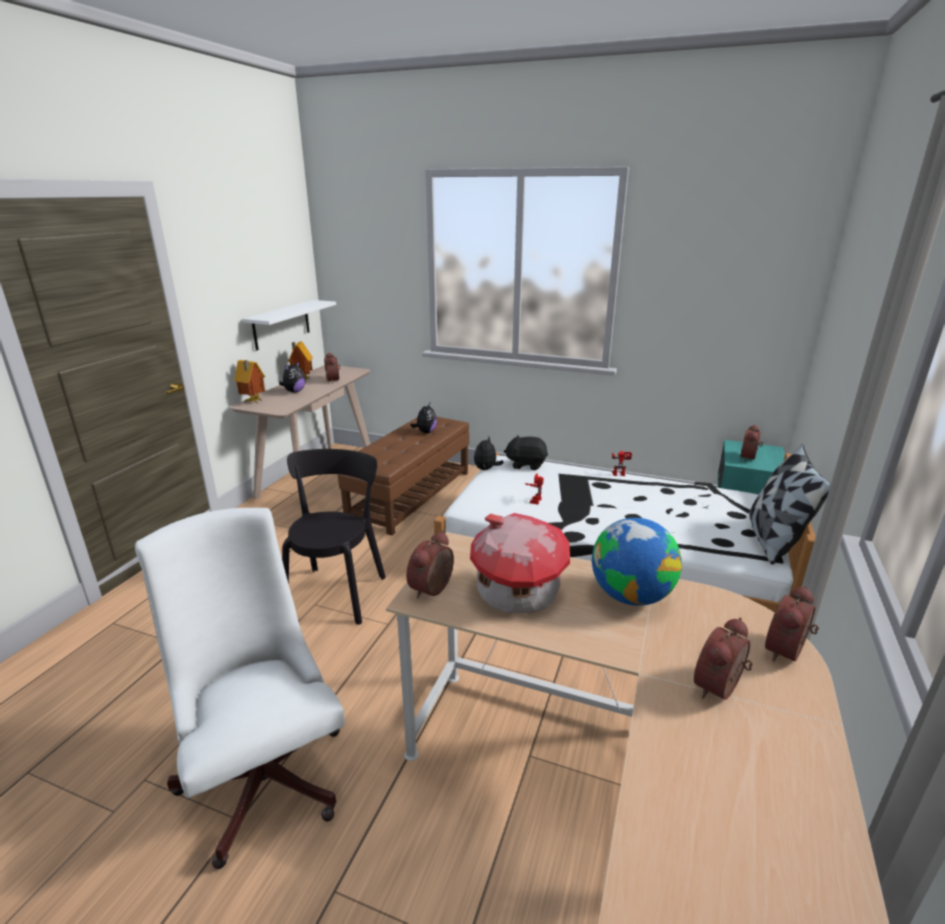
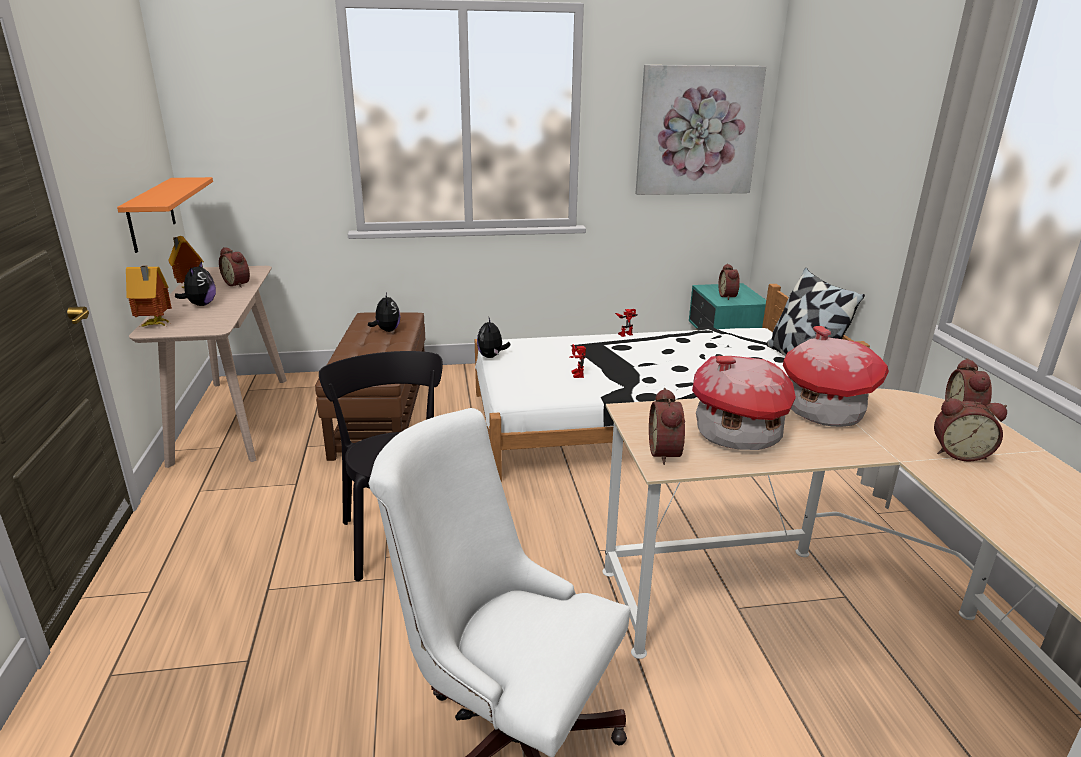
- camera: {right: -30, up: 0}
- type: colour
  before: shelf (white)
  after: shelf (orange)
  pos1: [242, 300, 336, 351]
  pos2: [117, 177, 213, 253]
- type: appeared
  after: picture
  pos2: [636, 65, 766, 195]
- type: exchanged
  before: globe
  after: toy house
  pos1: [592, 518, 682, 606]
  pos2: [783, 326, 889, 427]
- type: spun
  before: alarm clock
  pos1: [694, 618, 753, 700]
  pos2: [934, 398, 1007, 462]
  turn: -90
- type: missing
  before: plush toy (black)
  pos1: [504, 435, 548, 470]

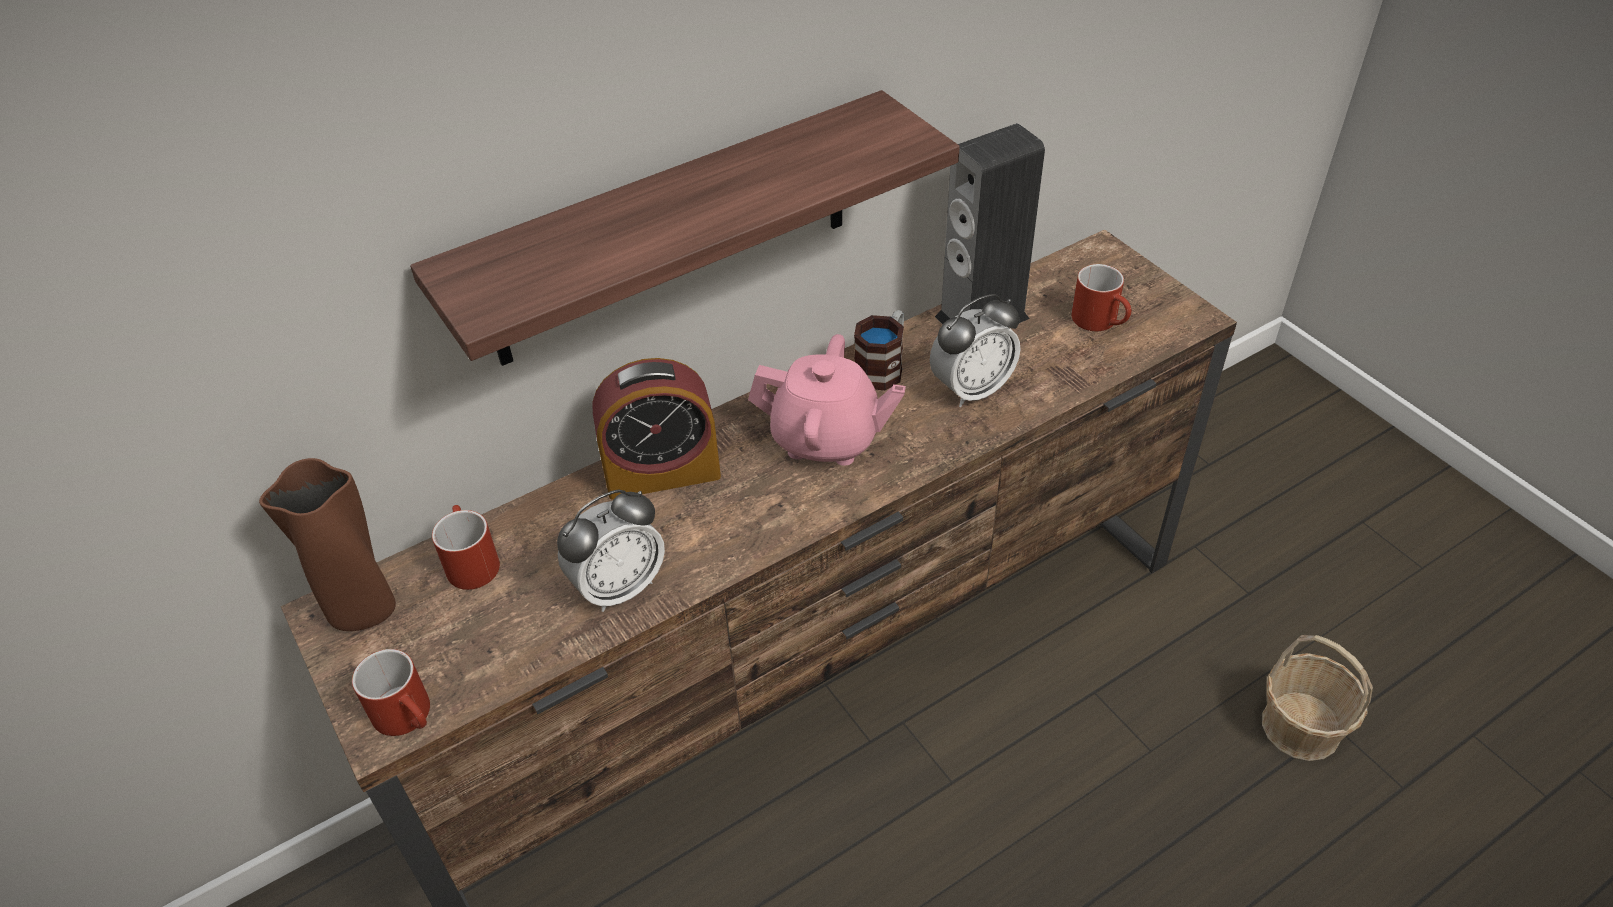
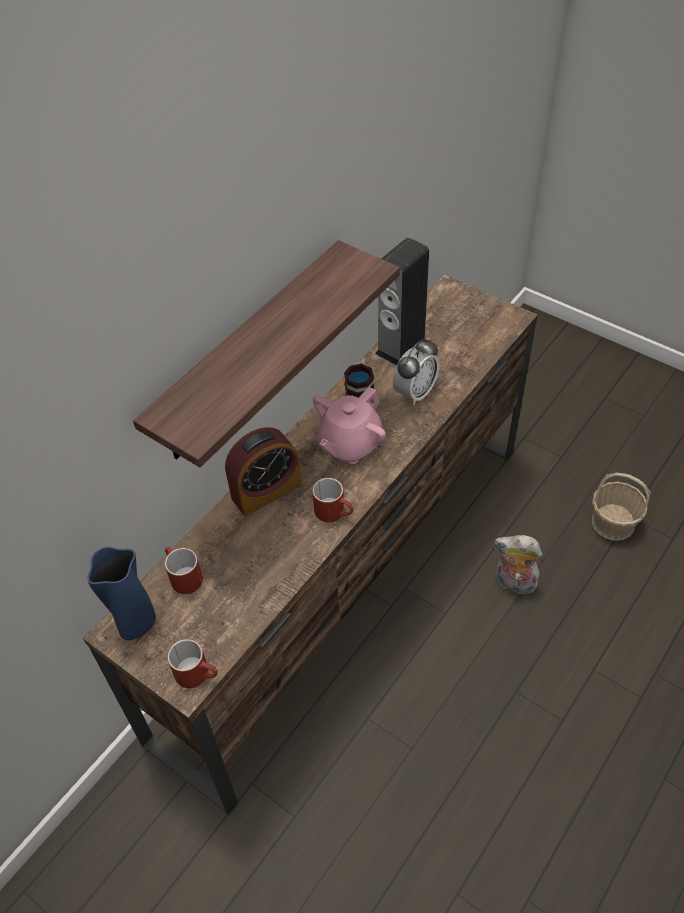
- camera: {right: -20, up: 5}
- type: colour
  before: vase (brown)
  after: vase (blue)
  pos1: [259, 458, 396, 631]
  pos2: [87, 547, 156, 640]
- type: relocated
  before: mug (red)
  pos1: [1071, 264, 1131, 331]
  pos2: [312, 478, 354, 522]
- type: spun
  before: teapot (pink)
  pos1: [748, 334, 906, 466]
  pos2: [313, 387, 386, 464]
  turn: 135
- type: appeared
  after: plush toy
  pos2: [495, 535, 542, 594]
- type: missing
  before: alarm clock
  pos1: [557, 489, 665, 612]

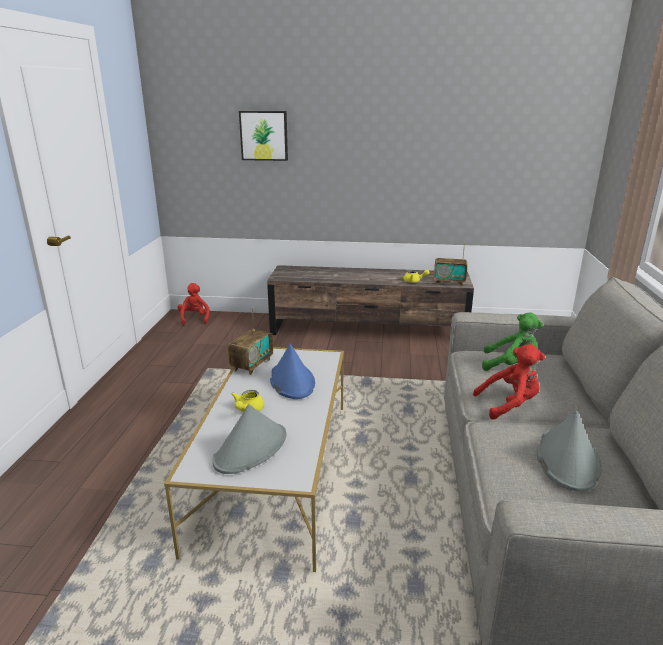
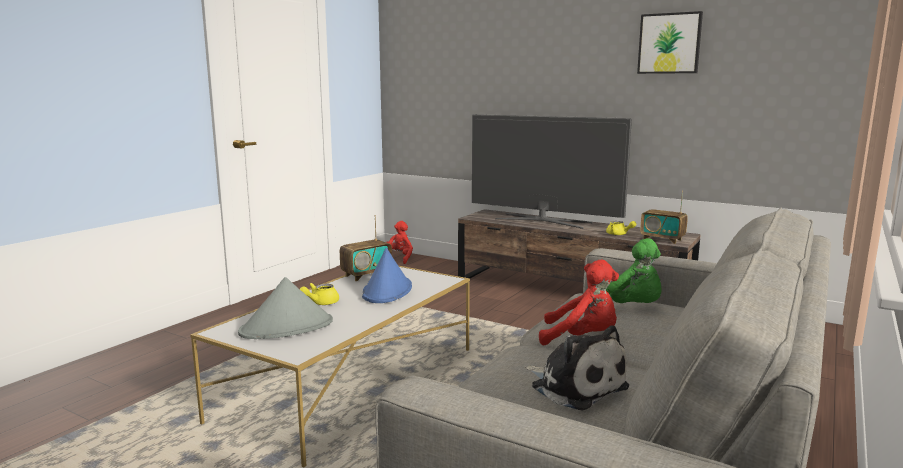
- camera: {right: 25, up: -10}
- type: appeared
  after: television
  pos2: [472, 114, 632, 229]
- type: exchanged
  before: hat (grey)
  after: plush toy
  pos1: [537, 410, 602, 491]
  pos2: [524, 326, 629, 411]
- type: relocated
  before: picture
  pos1: [239, 111, 288, 161]
  pos2: [637, 11, 703, 74]

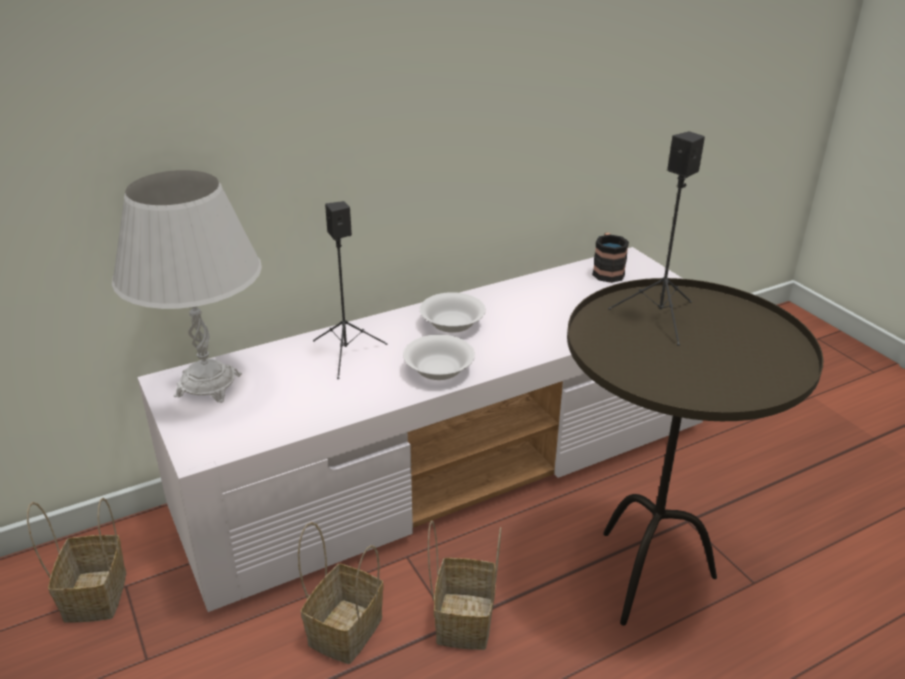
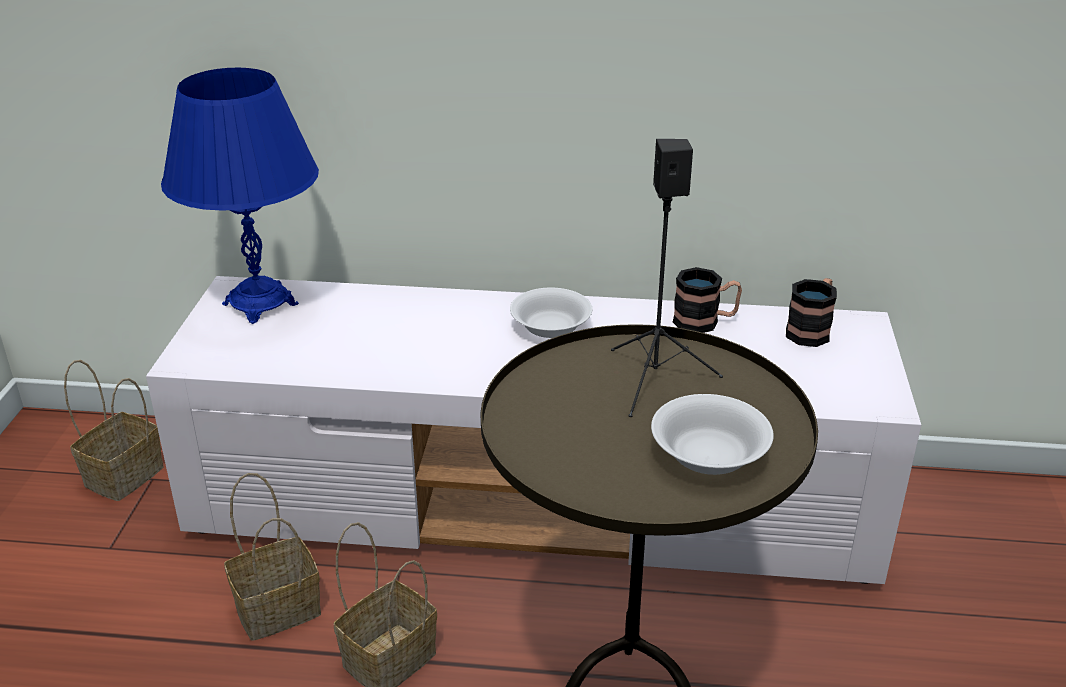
- camera: {right: 35, up: 0}
- type: colour
  before: table lamp (white)
  after: table lamp (blue)
  pos1: [112, 170, 262, 403]
  pos2: [161, 68, 319, 324]
- type: relocated
  before: bowl (white)
  pos1: [403, 334, 475, 380]
  pos2: [651, 394, 774, 475]
- type: appeared
  after: mug
  pos2: [673, 267, 742, 333]
- type: missing
  before: speaker (black)
  pos1: [313, 201, 387, 379]

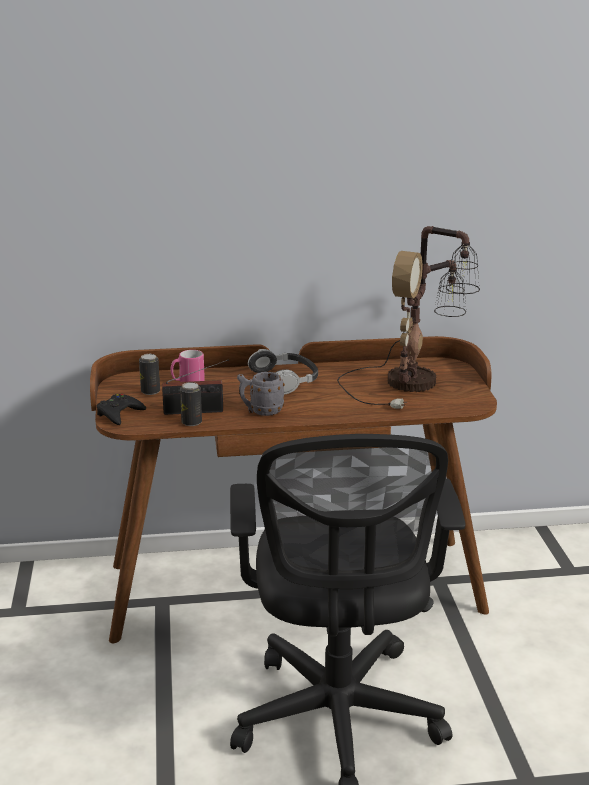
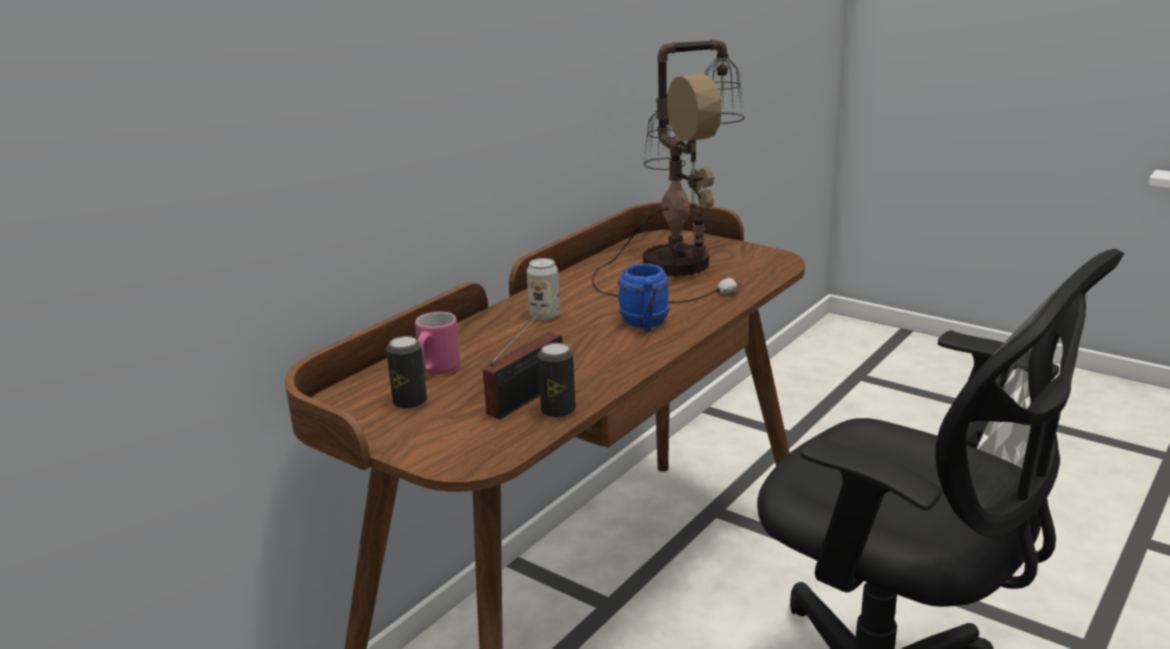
- camera: {right: -45, up: 0}
- type: exchanged
  before: headphones
  after: can
  pos1: [248, 349, 318, 395]
  pos2: [527, 258, 560, 320]
- type: appeared
  after: mug (blue)
  pos2: [618, 264, 670, 332]
- type: missing
  before: game controller (black)
  pos1: [96, 394, 146, 425]
- type: missing
  before: mug (grey)
  pos1: [237, 372, 285, 416]

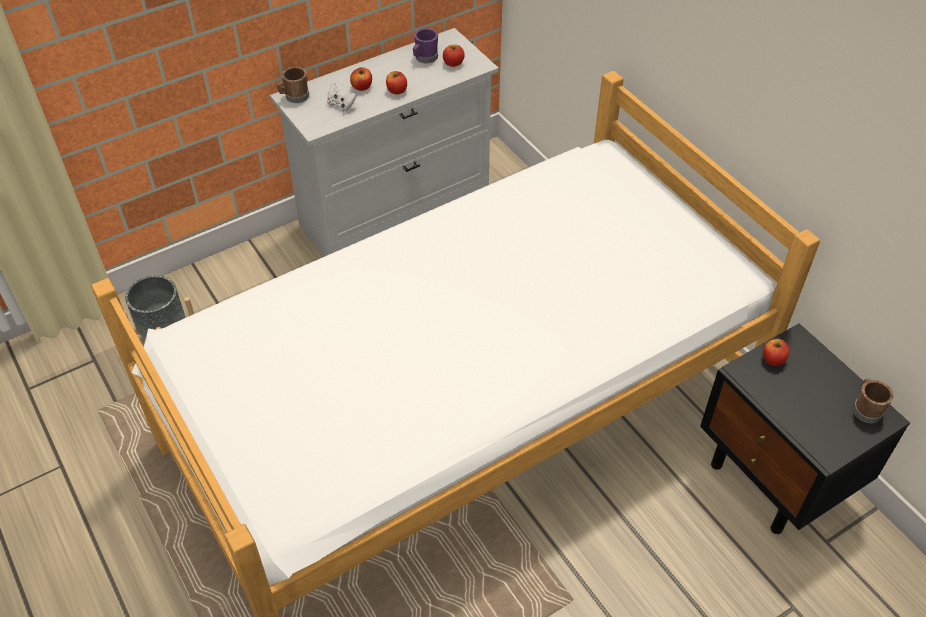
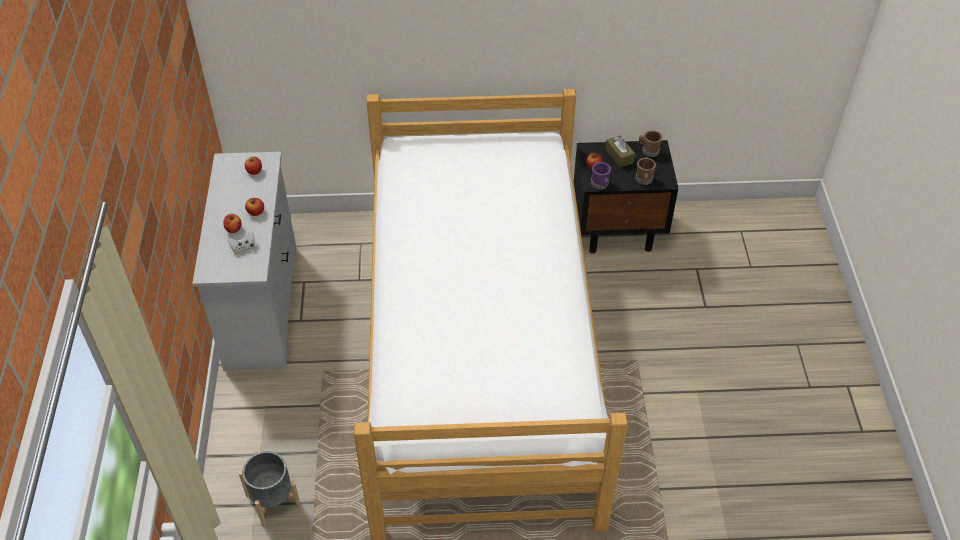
- camera: {right: -60, up: 0}
- type: relocated
  before: mug (purple)
  pos1: [413, 28, 438, 64]
  pos2: [591, 162, 611, 189]
- type: appeared
  after: tissue box (brown)
  pos2: [605, 135, 635, 168]
- type: relocated
  before: mug (brown)
  pos1: [277, 67, 309, 103]
  pos2: [635, 158, 656, 185]

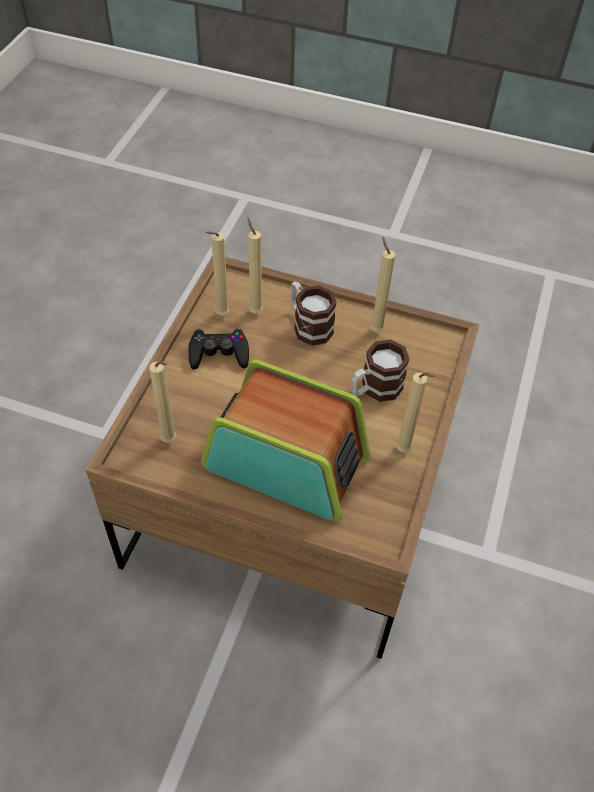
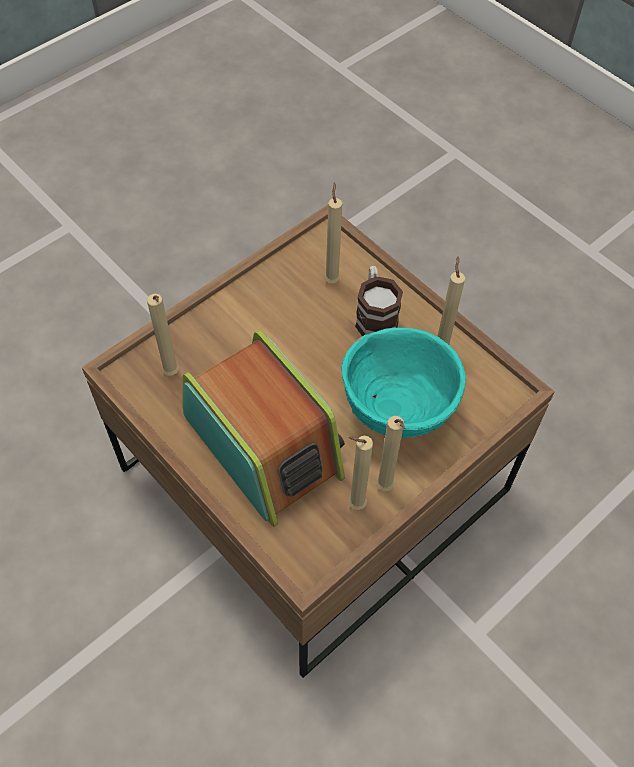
- camera: {right: 30, up: 5}
- type: exchanged
  before: mug
  after: bowl (turquoise)
  pos1: [351, 340, 410, 402]
  pos2: [342, 328, 466, 438]
- type: relocated
  before: candle (beige)
  pos1: [206, 231, 229, 315]
  pos2: [348, 436, 373, 510]
- type: missing
  before: game controller (black)
  pos1: [188, 328, 249, 370]

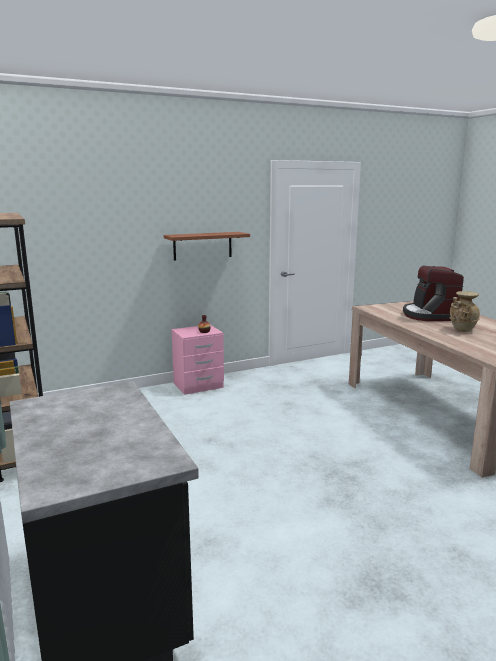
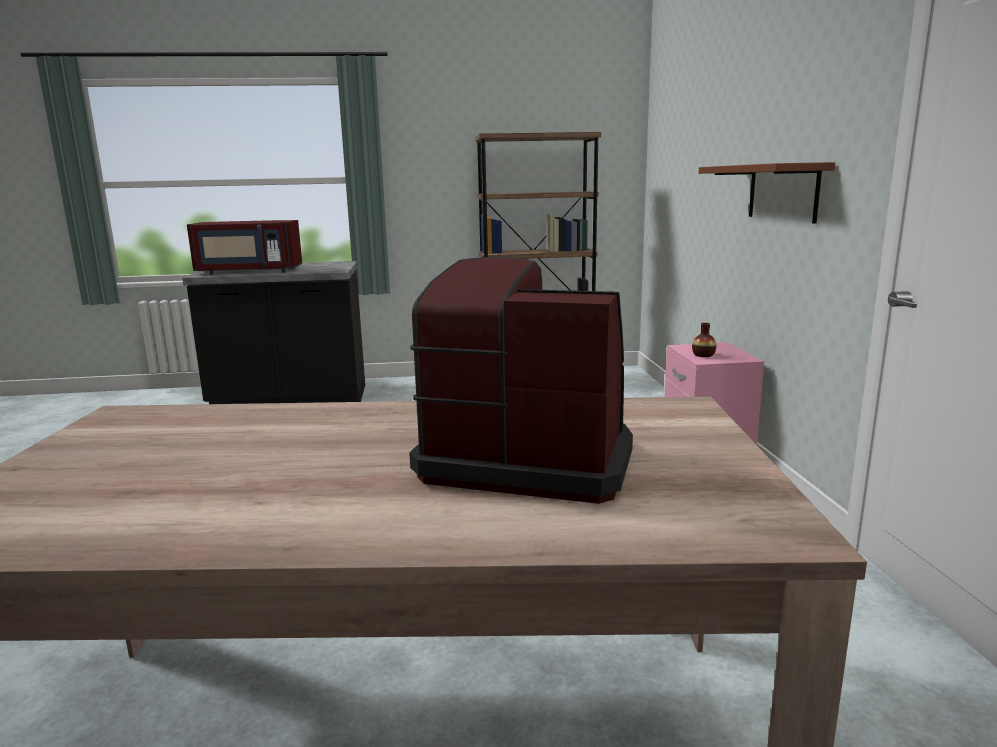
- camera: {right: 110, up: 0}
- type: appeared
  after: microwave (red)
  pos2: [187, 220, 302, 274]
- type: missing
  before: vase (beige)
  pos1: [450, 291, 480, 332]

